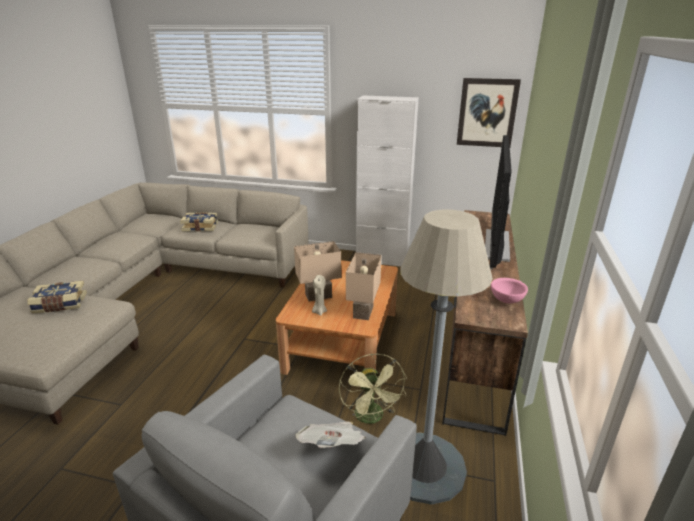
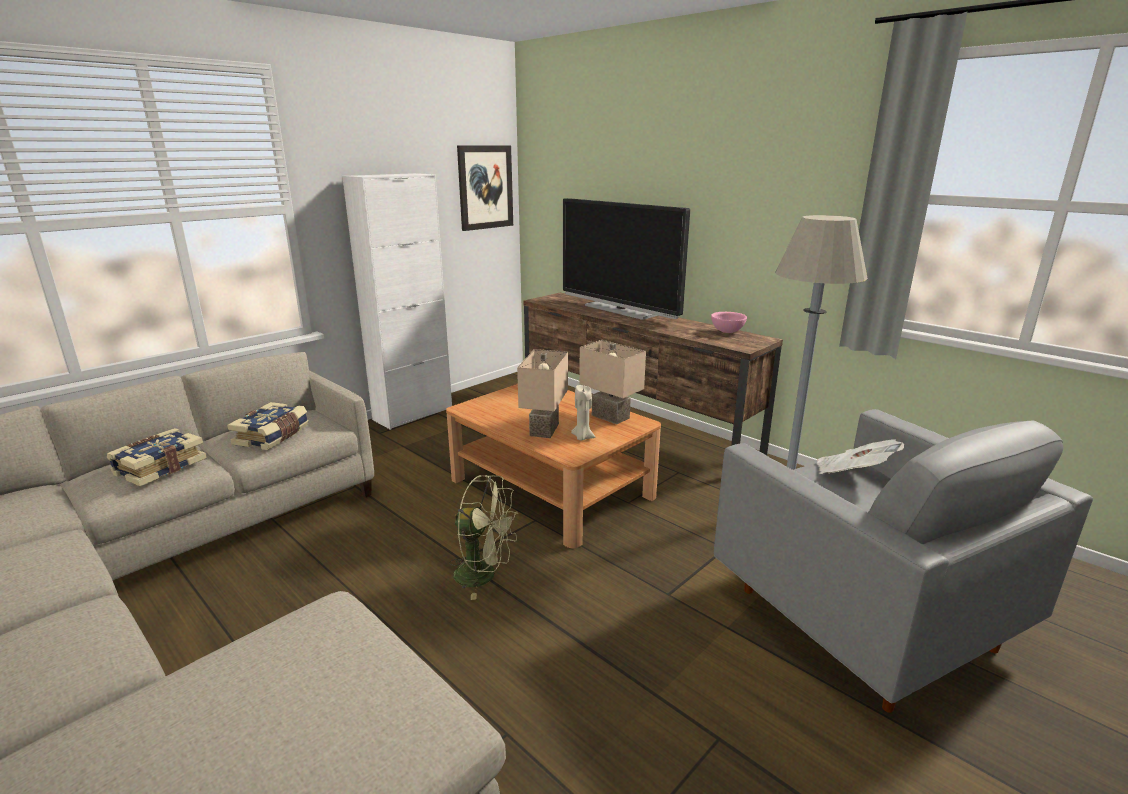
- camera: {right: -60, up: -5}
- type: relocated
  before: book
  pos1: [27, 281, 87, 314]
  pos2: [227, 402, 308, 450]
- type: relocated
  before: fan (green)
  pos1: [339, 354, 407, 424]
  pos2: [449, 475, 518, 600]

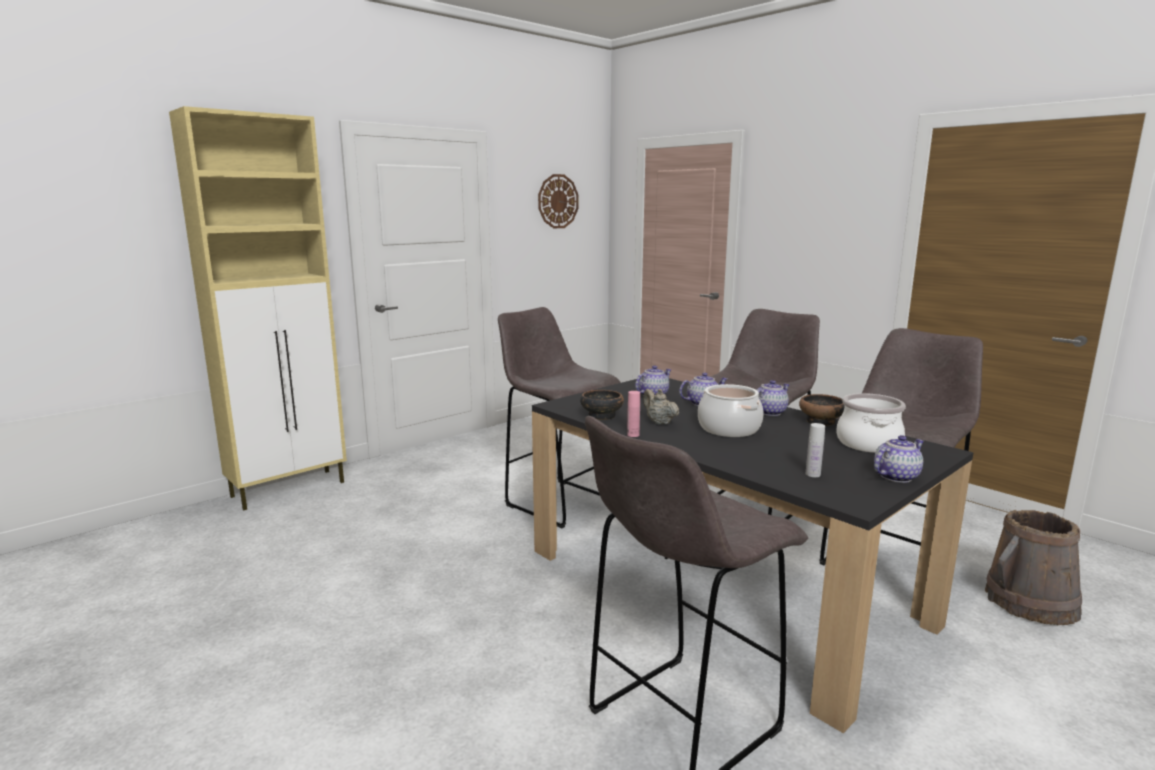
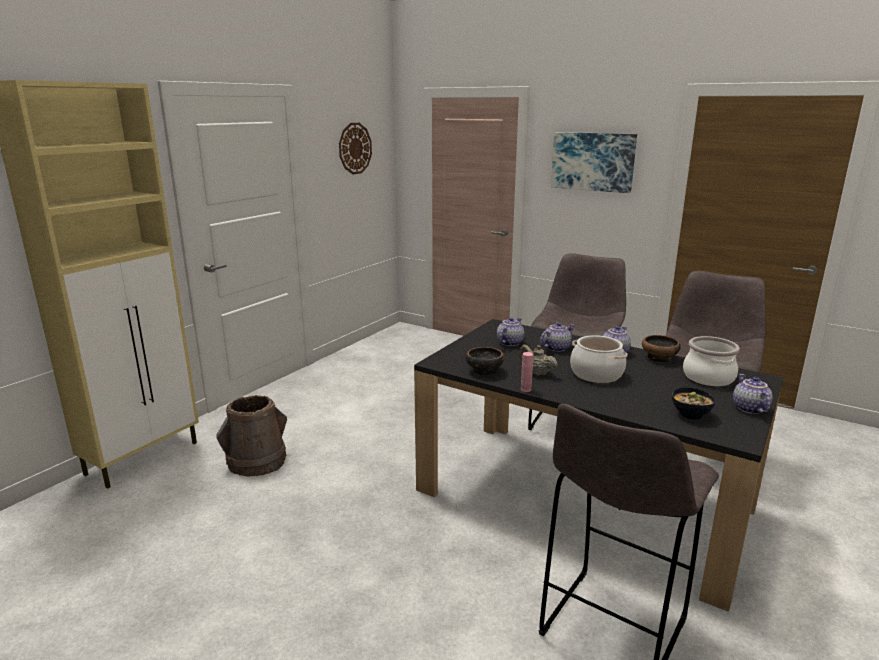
- camera: {right: -15, up: 5}
- type: relocated
  before: bucket (brown)
  pos1: [985, 510, 1082, 625]
  pos2: [217, 395, 287, 477]
- type: appeared
  after: picture
  pos2: [551, 132, 637, 193]
- type: exchanged
  before: bottle (white)
  after: bowl
  pos1: [806, 423, 825, 477]
  pos2: [672, 387, 715, 419]
- type: spun
  before: teapot
  pos1: [874, 435, 923, 483]
  pos2: [733, 374, 773, 414]
  turn: -45
- type: missing
  before: stool (grey)
  pos1: [498, 307, 621, 528]

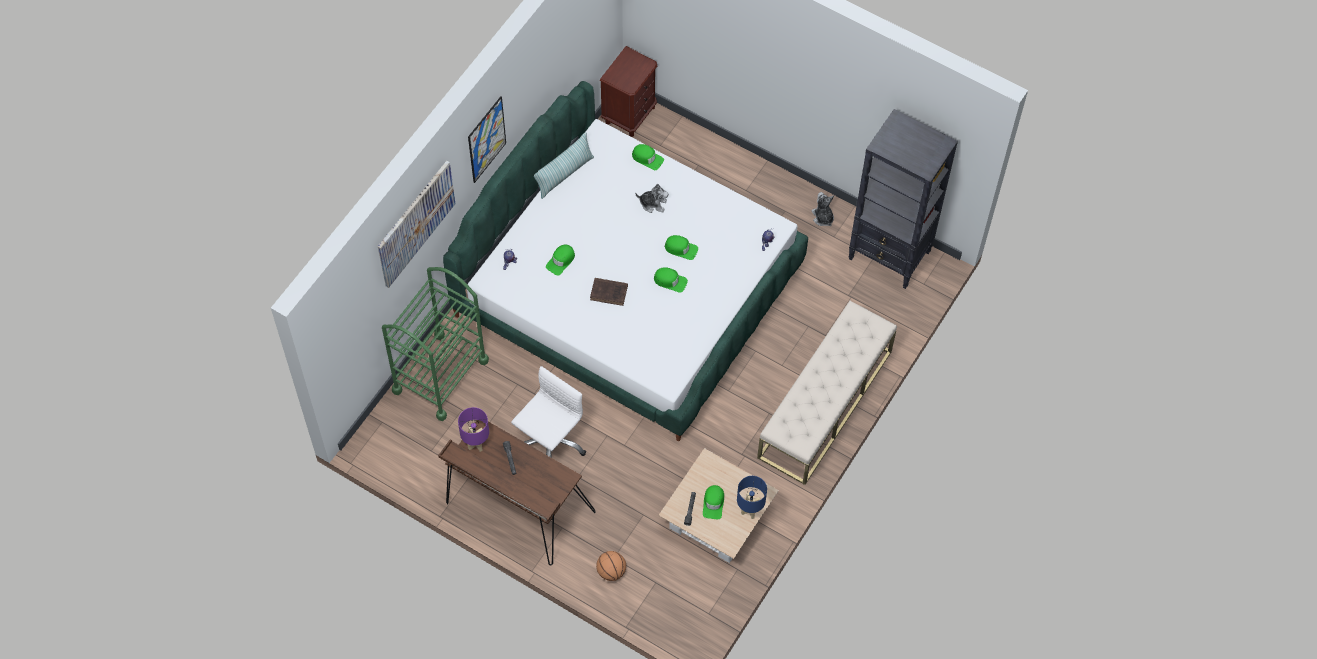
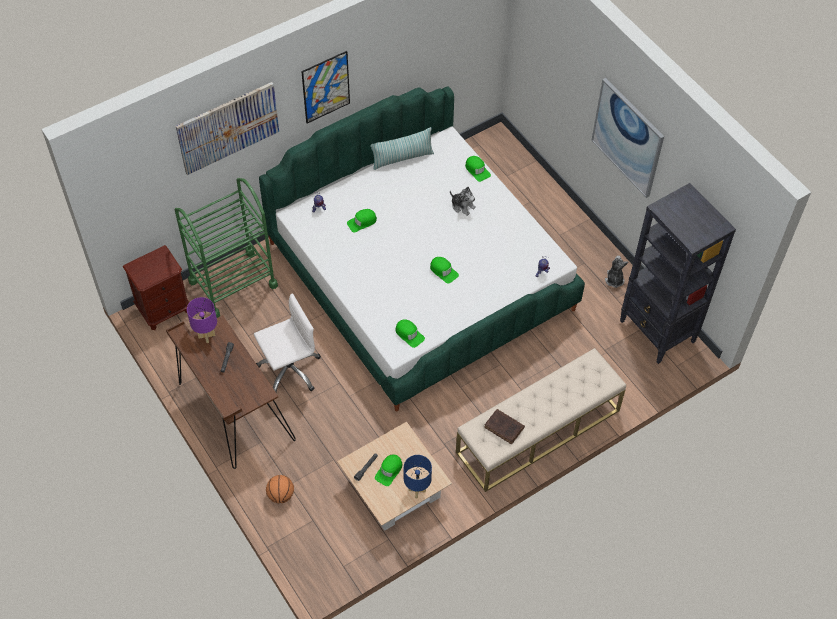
- camera: {right: 25, up: -5}
- type: relocated
  before: nightstand (brown)
  pos1: [600, 46, 657, 137]
  pos2: [123, 245, 190, 330]
- type: relocated
  before: cap (green)
  pos1: [665, 235, 698, 260]
  pos2: [396, 319, 425, 348]
- type: relocated
  before: book (brown)
  pos1: [590, 278, 628, 306]
  pos2: [484, 409, 525, 445]
- type: appeared
  after: picture
  pos2: [591, 78, 664, 198]

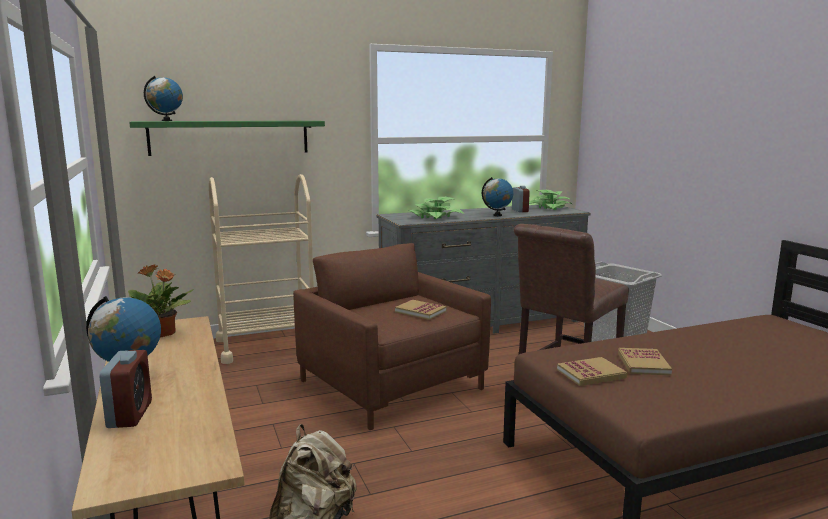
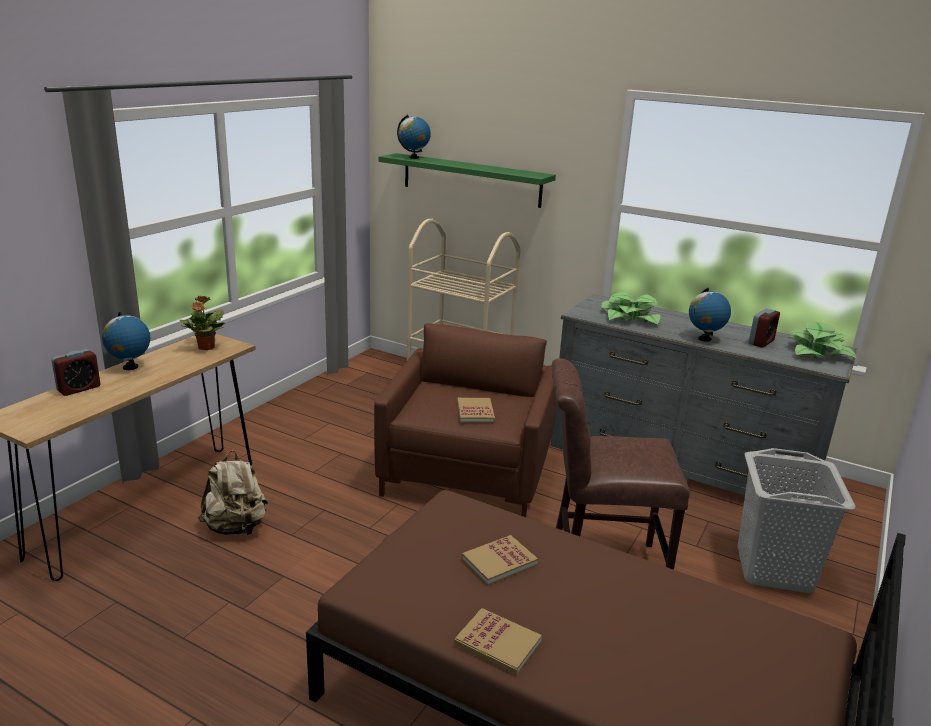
- camera: {right: 50, up: 10}
- type: relocated
  before: book
  pos1: [557, 357, 627, 386]
  pos2: [454, 608, 542, 675]

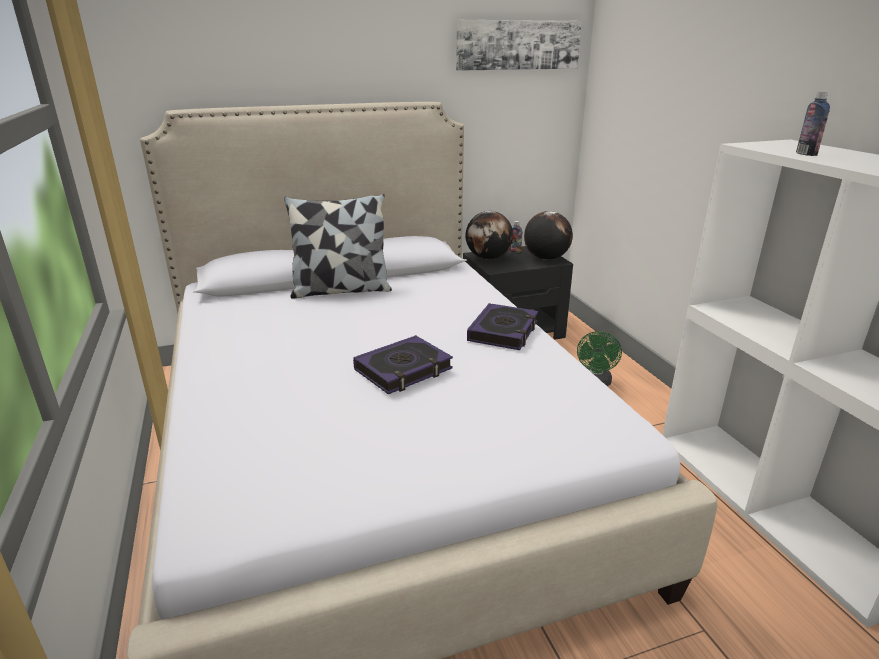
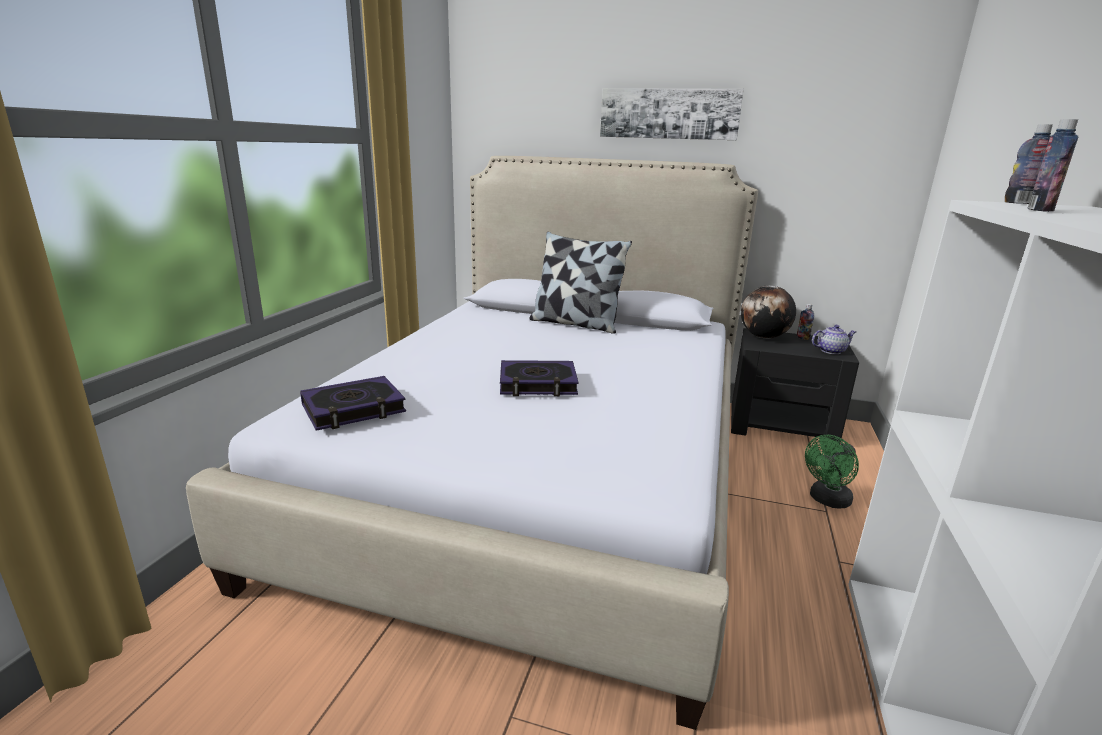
- camera: {right: 35, up: -5}
- type: relocated
  before: book
  pos1: [467, 303, 538, 350]
  pos2: [300, 376, 406, 431]
- type: relocated
  before: picture
  pos1: [456, 20, 582, 71]
  pos2: [600, 88, 744, 140]
- type: exchanged
  before: globe
  after: teapot
  pos1: [524, 211, 573, 260]
  pos2: [812, 325, 856, 354]
- type: appeared
  after: bottle
  pos2: [1005, 124, 1053, 204]

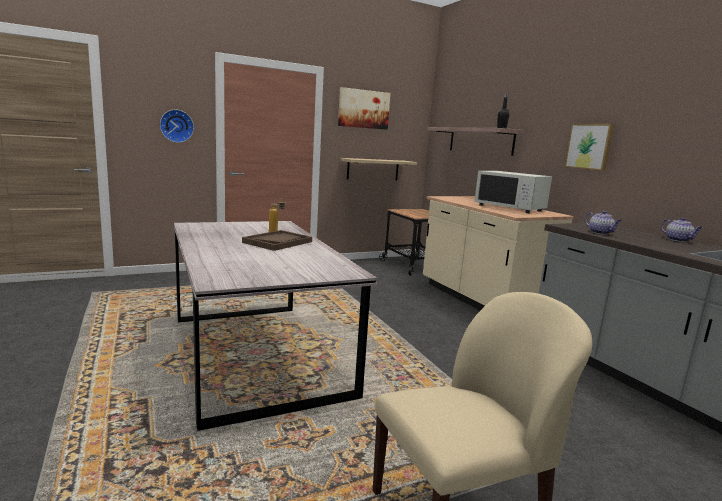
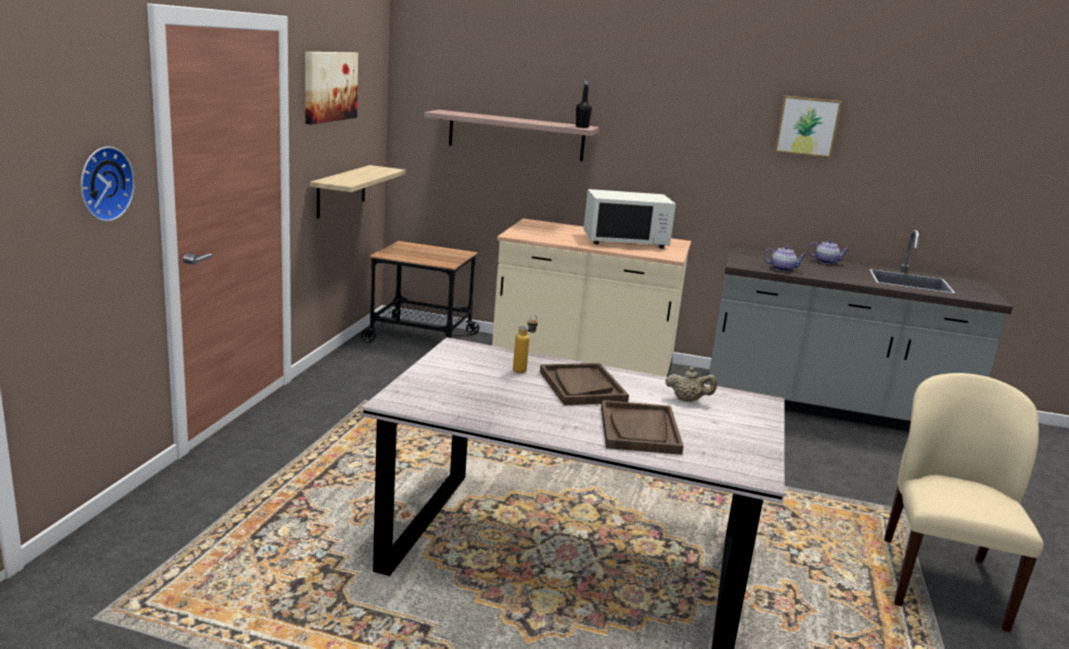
- camera: {right: -50, up: 5}
- type: appeared
  after: tray (brown)
  pos2: [601, 400, 684, 455]
- type: appeared
  after: teapot (beige)
  pos2: [665, 367, 717, 402]
- type: relocated
  before: picture
  pos1: [564, 124, 615, 171]
  pos2: [775, 96, 842, 158]

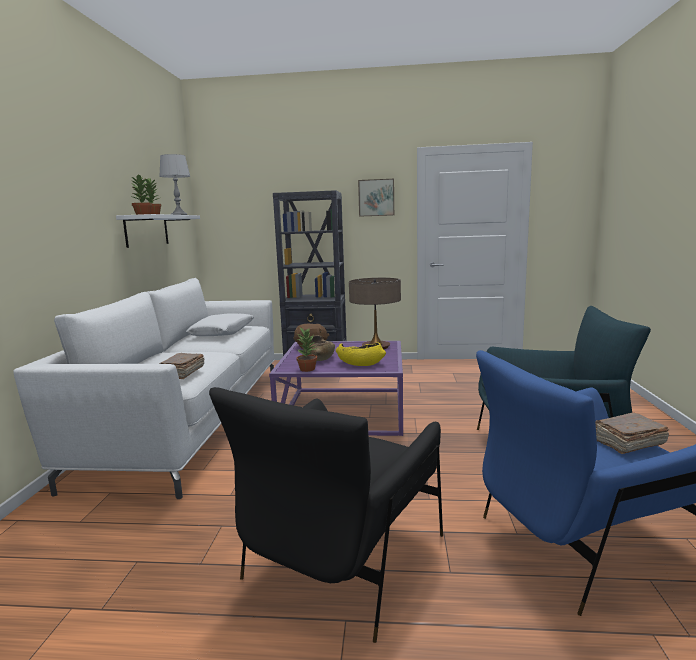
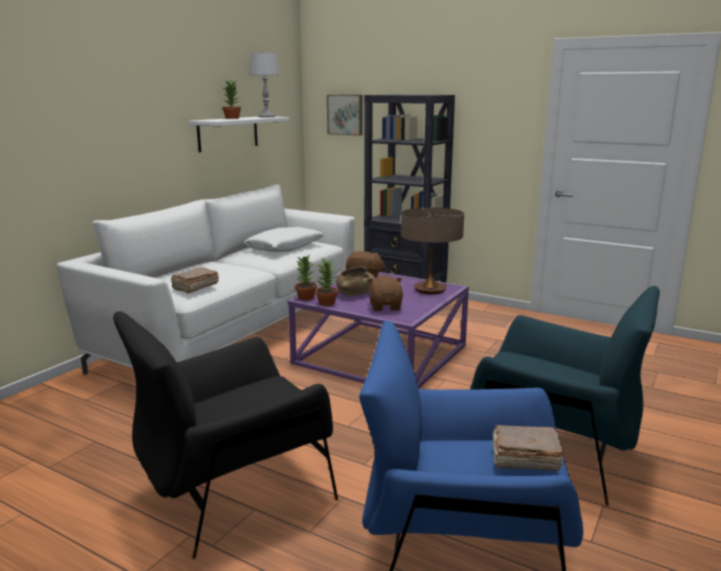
- camera: {right: 25, up: 5}
- type: relocated
  before: potted plant
  pos1: [131, 174, 152, 215]
  pos2: [294, 255, 317, 300]
- type: relocated
  before: picture
  pos1: [358, 179, 394, 217]
  pos2: [327, 95, 363, 136]
- type: exchanged
  before: bowl (yellow)
  after: plush toy (brown)
  pos1: [336, 342, 386, 366]
  pos2: [367, 275, 403, 311]

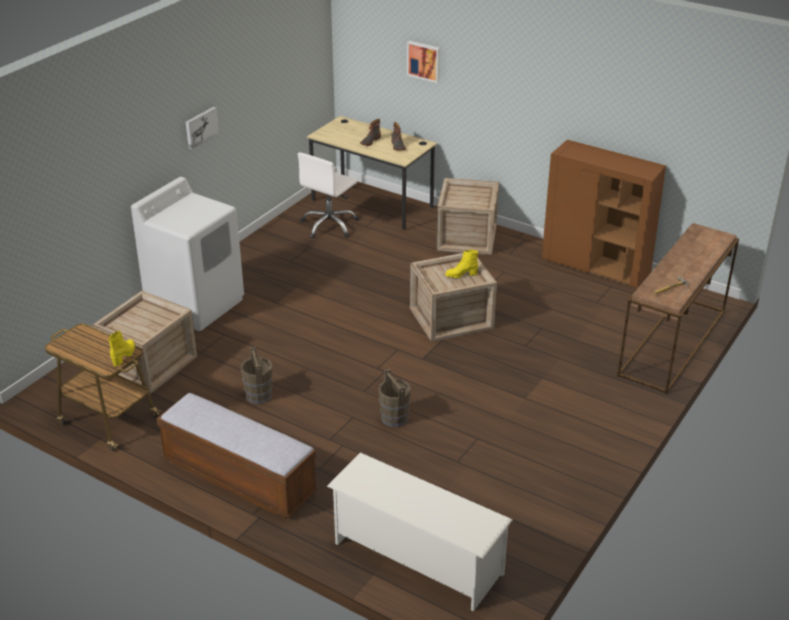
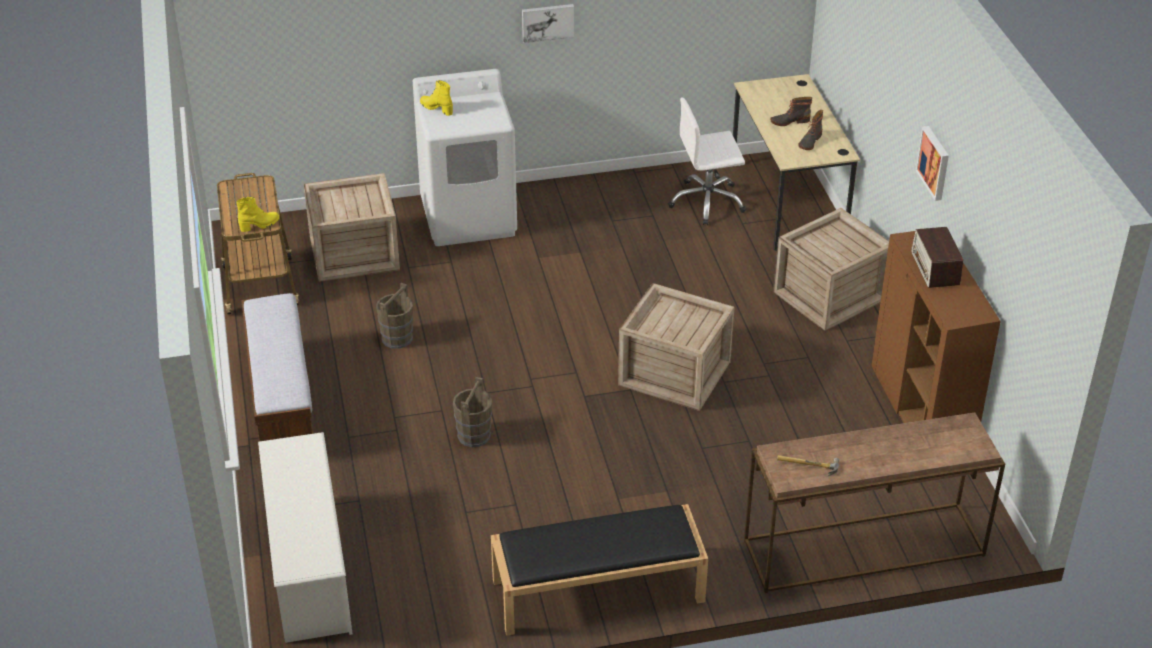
- camera: {right: 45, up: 5}
- type: relocated
  before: boot (yellow)
  pos1: [445, 250, 478, 278]
  pos2: [420, 80, 453, 116]
- type: appeared
  after: bench (black)
  pos2: [491, 504, 708, 636]
- type: appeared
  after: radio
  pos2: [911, 227, 963, 288]
- type: relocated
  before: picture
  pos1: [407, 41, 440, 83]
  pos2: [916, 126, 949, 201]

